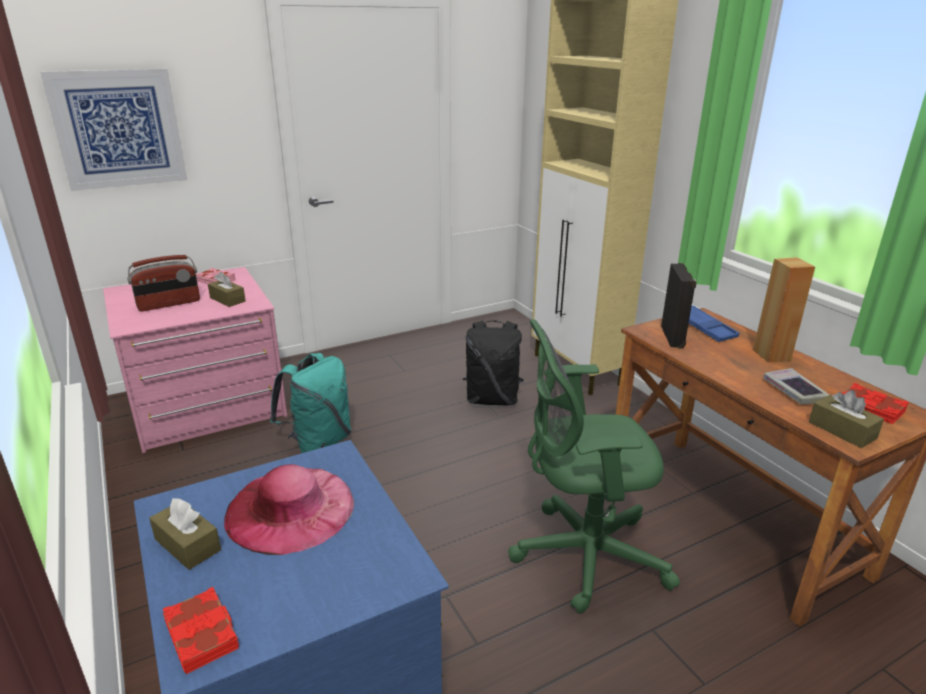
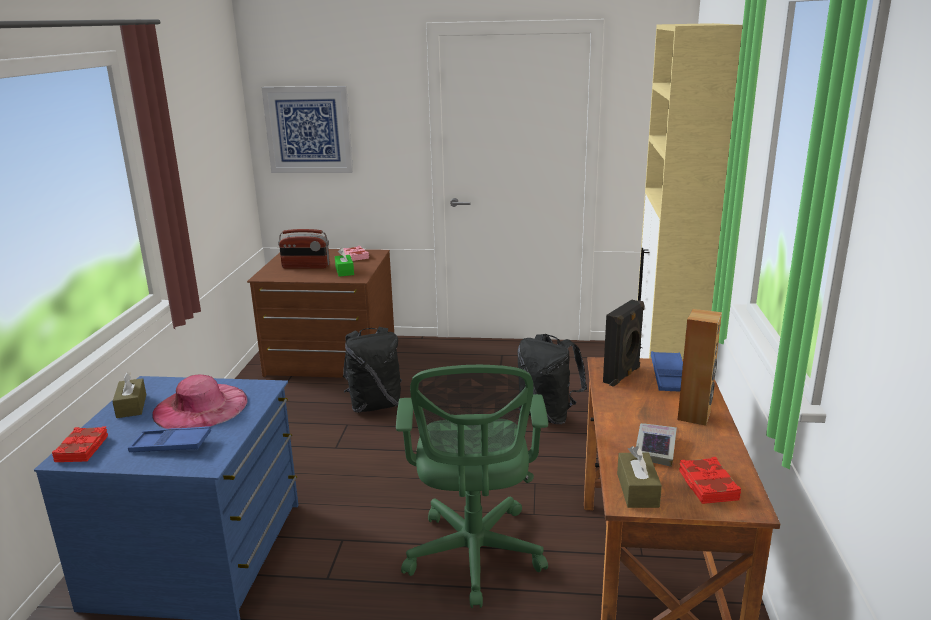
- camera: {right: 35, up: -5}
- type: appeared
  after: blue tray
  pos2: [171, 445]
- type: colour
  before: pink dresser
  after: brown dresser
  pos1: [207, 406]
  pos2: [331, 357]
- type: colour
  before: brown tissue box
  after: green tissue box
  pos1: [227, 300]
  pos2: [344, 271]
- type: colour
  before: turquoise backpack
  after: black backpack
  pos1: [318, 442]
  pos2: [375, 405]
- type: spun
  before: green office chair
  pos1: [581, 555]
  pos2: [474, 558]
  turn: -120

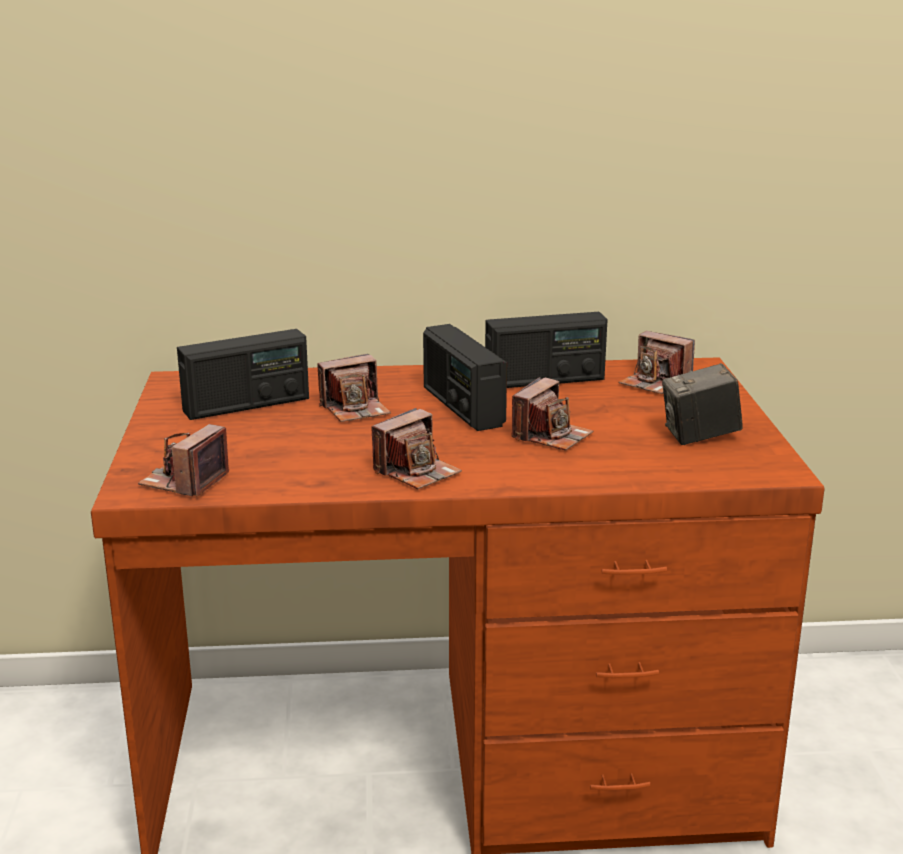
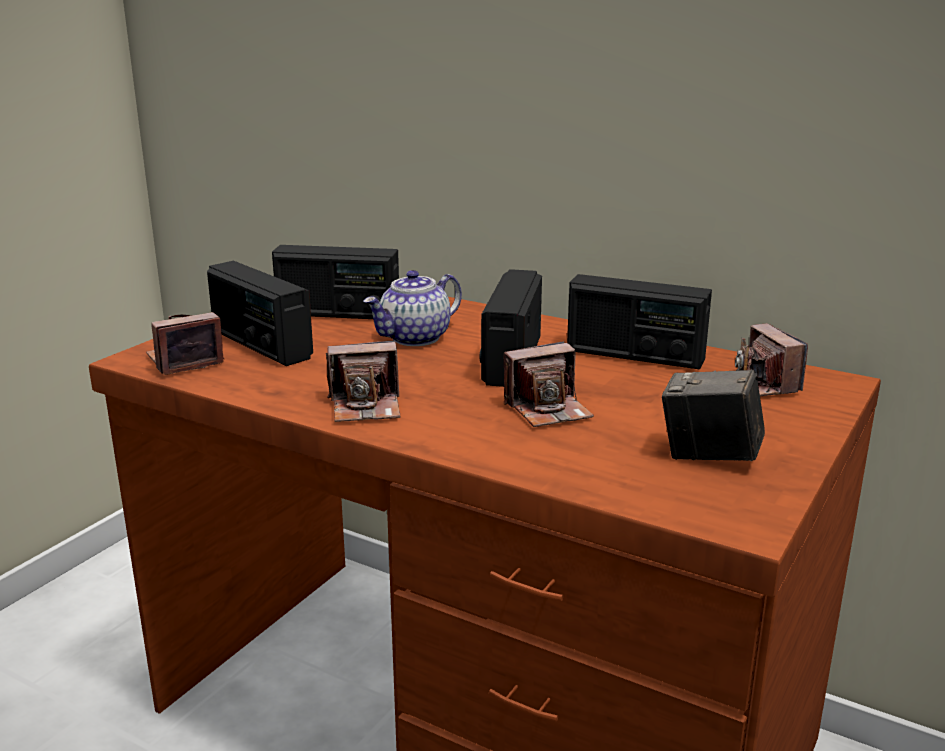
- camera: {right: 35, up: 0}
- type: appeared
  after: radio
  pos2: [260, 345]
- type: exchanged
  before: photo camera
  after: teapot
  pos1: [355, 409]
  pos2: [415, 338]

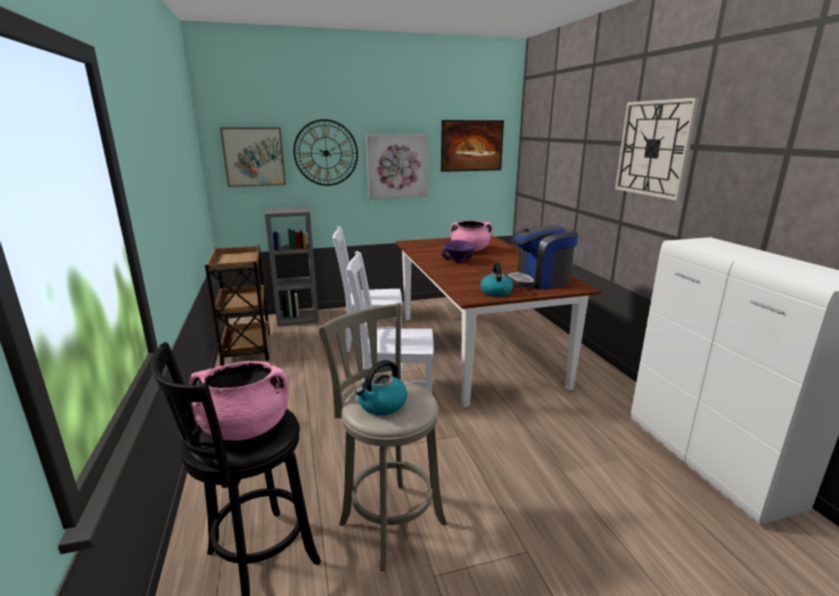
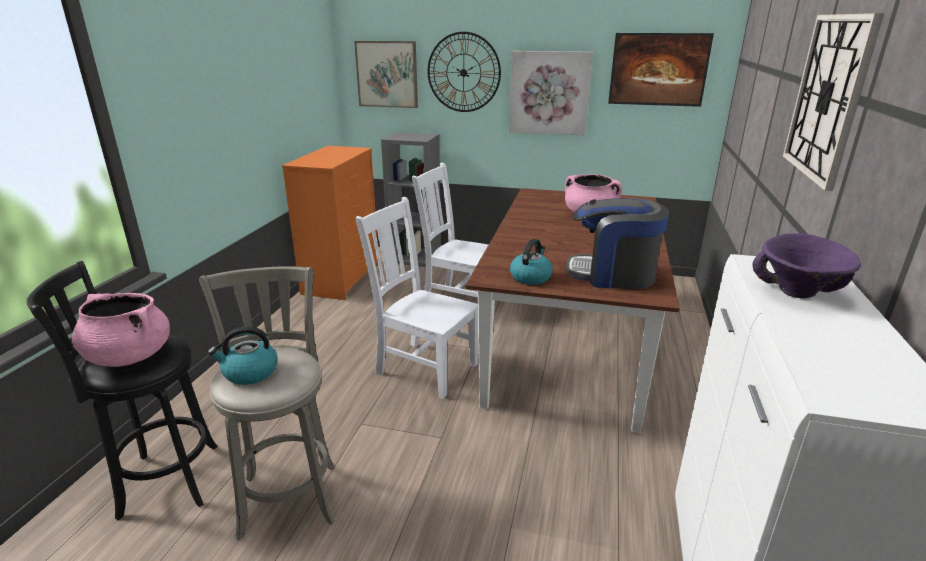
- camera: {right: 30, up: 5}
- type: relocated
  before: purple bowl
  pos1: [458, 261]
  pos2: [798, 293]
- type: exchanged
  before: brown cart
  after: orange dresser
  pos1: [247, 347]
  pos2: [342, 278]

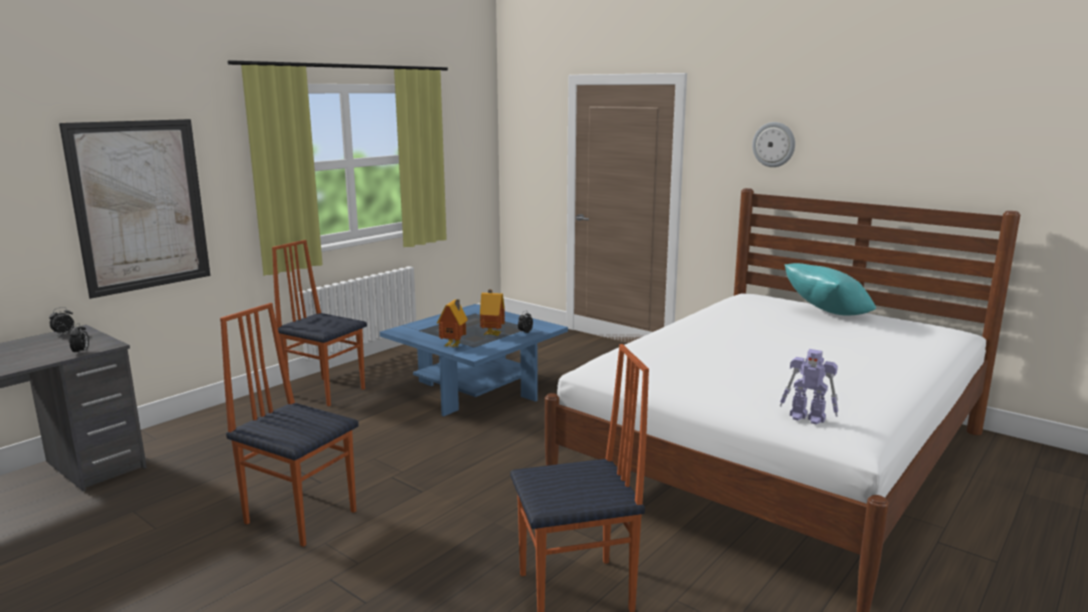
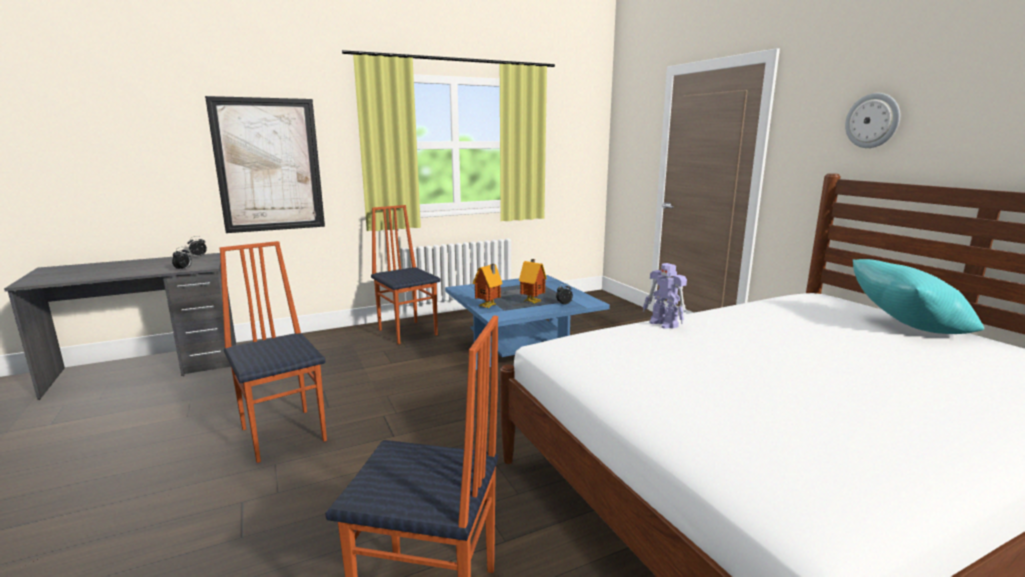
- camera: {right: 25, up: 0}
- type: relocated
  before: toy robot
  pos1: [808, 418]
  pos2: [664, 324]

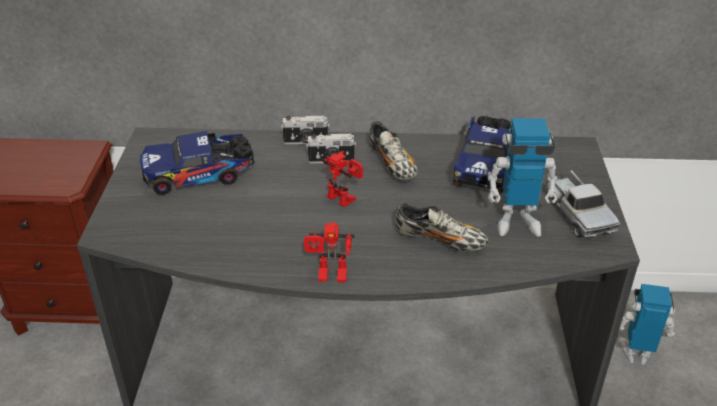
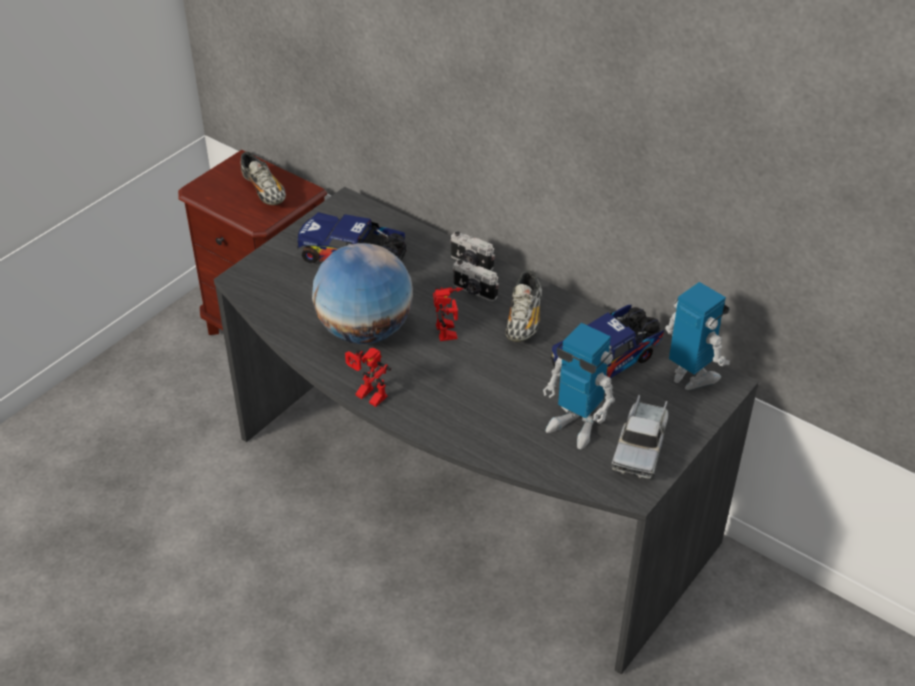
- camera: {right: 35, up: 5}
- type: appeared
  after: globe
  pos2: [364, 331]
- type: relocated
  before: shoe
  pos1: [440, 240]
  pos2: [264, 191]
- type: relocated
  before: toy robot
  pos1: [636, 353]
  pos2: [691, 377]

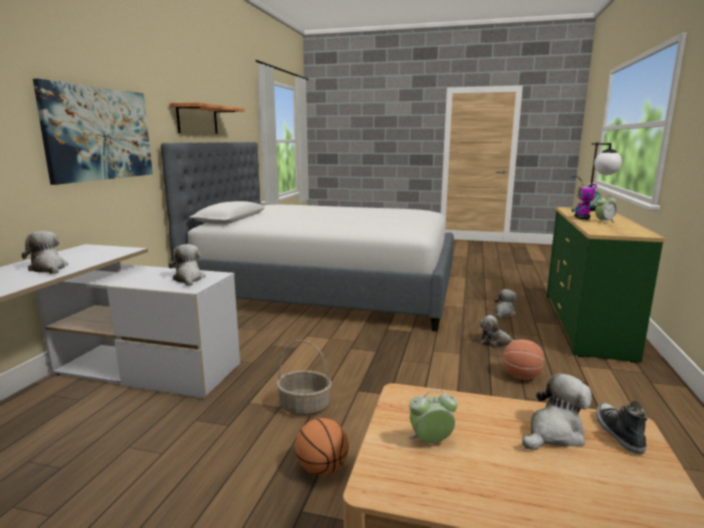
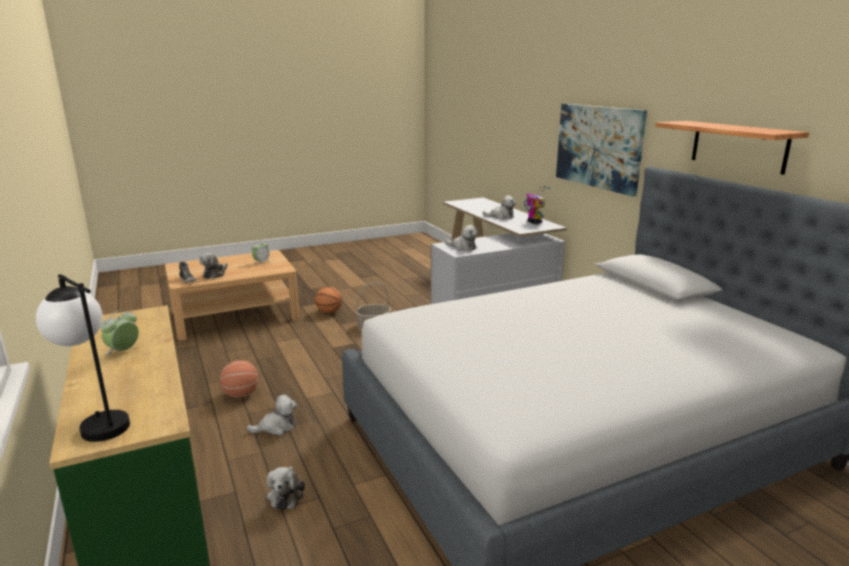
- camera: {right: 140, up: 5}
- type: relocated
  before: toy robot
  pos1: [582, 218]
  pos2: [534, 222]

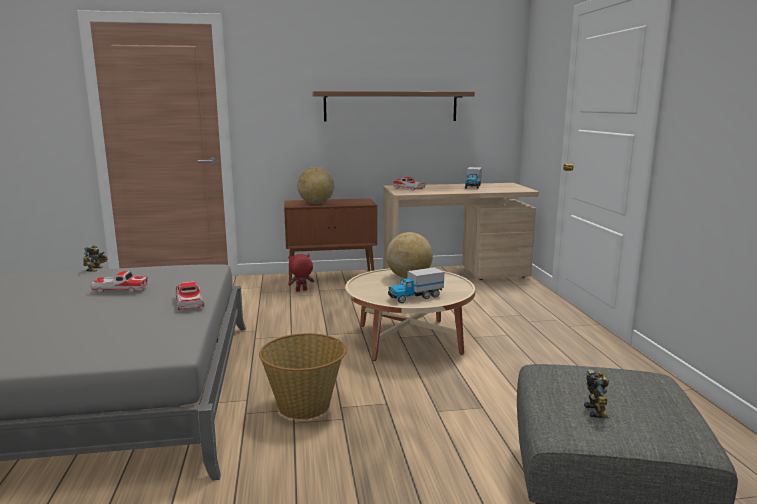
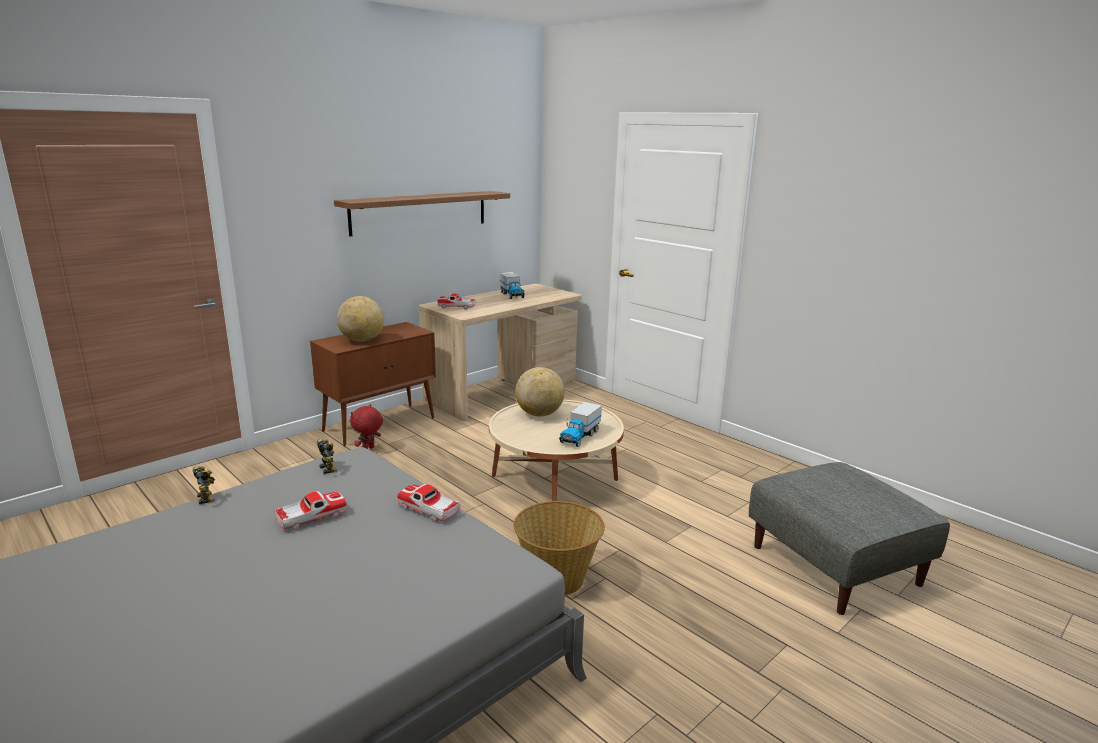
- camera: {right: -35, up: 5}
- type: relocated
  before: toy robot
  pos1: [598, 411]
  pos2: [329, 468]

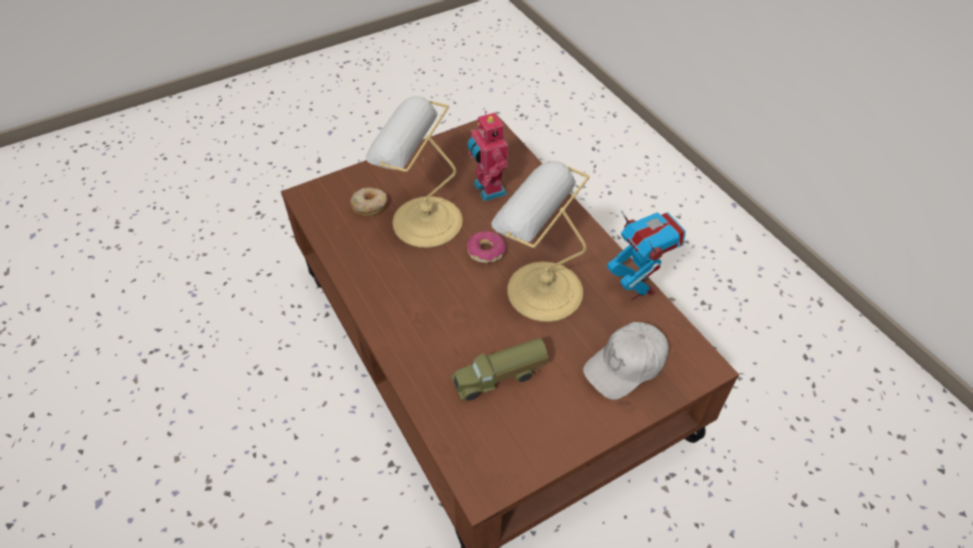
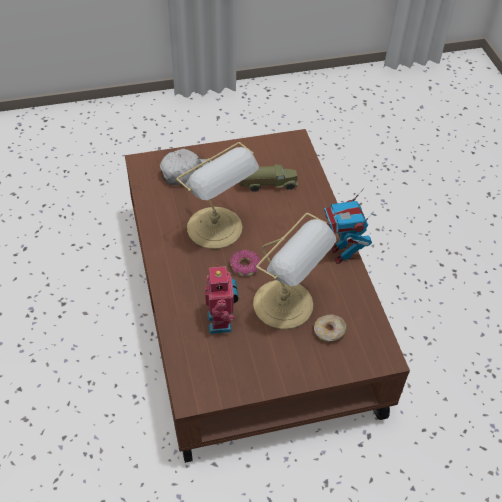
- camera: {right: -165, up: 0}
- type: relocated
  before: toy robot
  pos1: [636, 287]
  pos2: [342, 254]

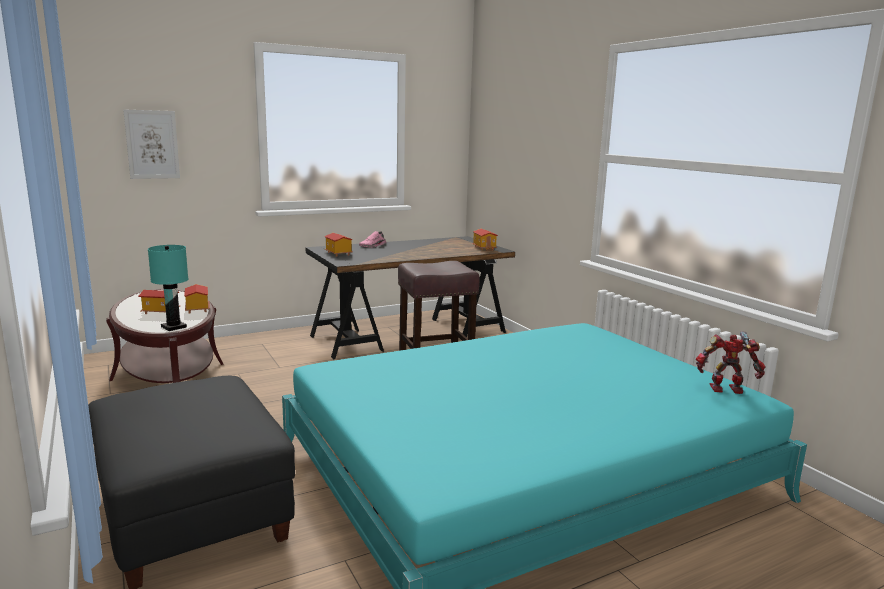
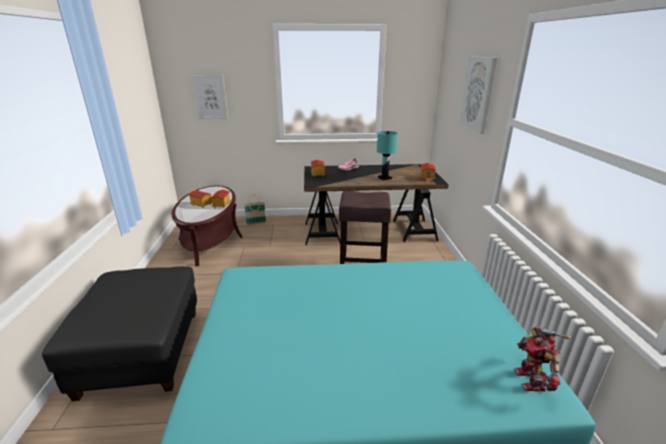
- camera: {right: 25, up: 10}
- type: appeared
  after: basket
  pos2: [256, 223]
- type: appeared
  after: picture
  pos2: [478, 94]
- type: relocated
  before: turquoise table lamp
  pos1: [174, 327]
  pos2: [385, 178]
- type: spun
  before: toy robot
  pos1: [726, 390]
  pos2: [531, 380]
  turn: -120

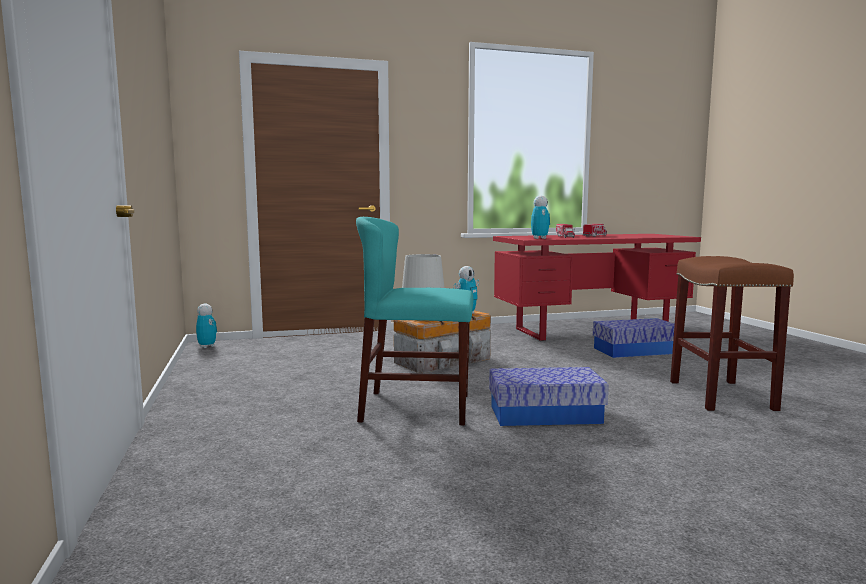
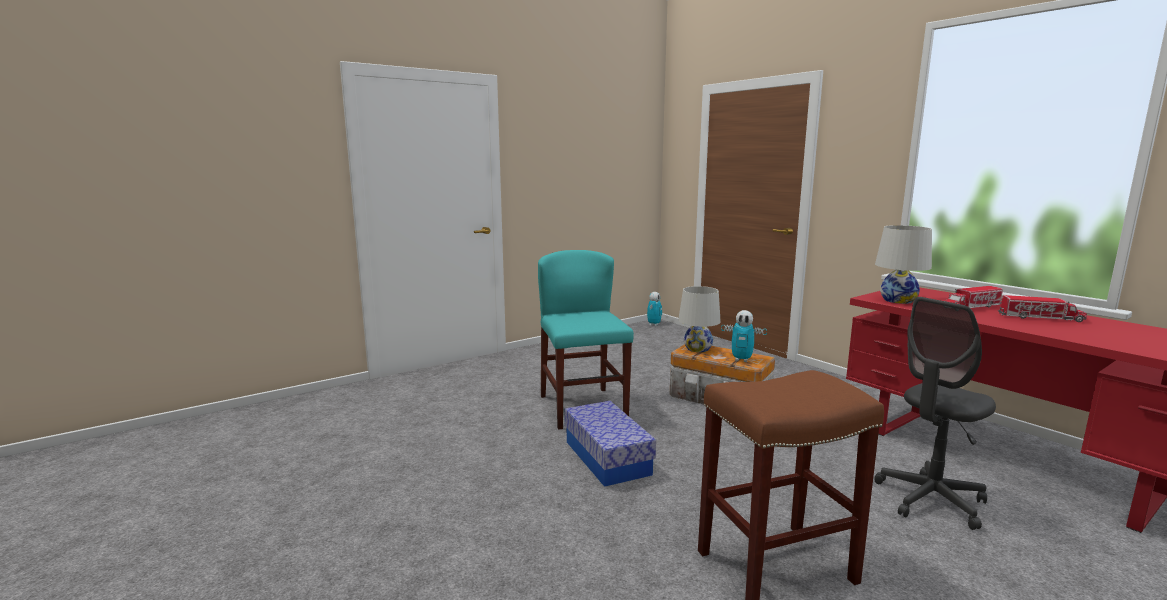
- camera: {right: 70, up: 5}
- type: exchanged
  before: toy robot
  after: white table lamp
  pos1: [539, 238]
  pos2: [898, 300]
- type: exchanged
  before: storage box
  after: grey office chair
  pos1: [634, 351]
  pos2: [930, 500]

